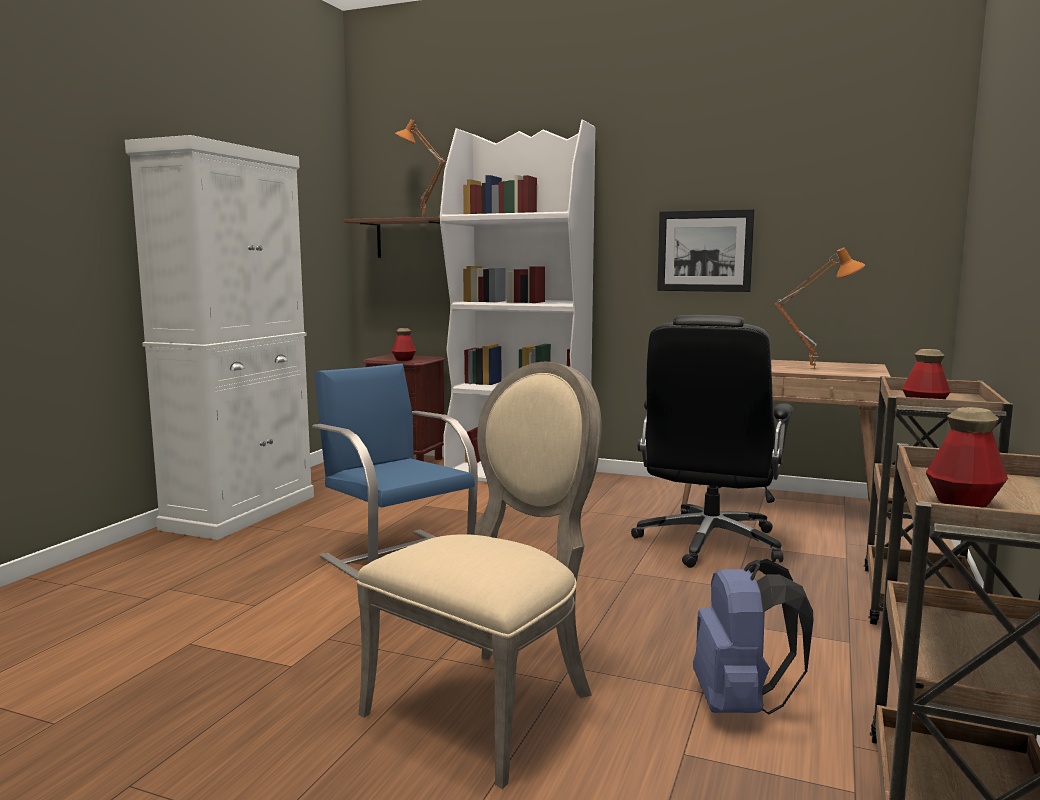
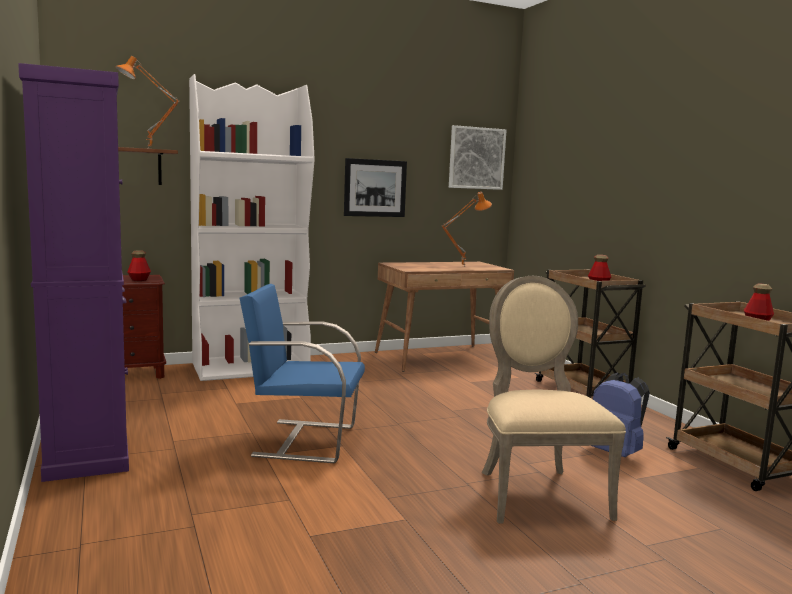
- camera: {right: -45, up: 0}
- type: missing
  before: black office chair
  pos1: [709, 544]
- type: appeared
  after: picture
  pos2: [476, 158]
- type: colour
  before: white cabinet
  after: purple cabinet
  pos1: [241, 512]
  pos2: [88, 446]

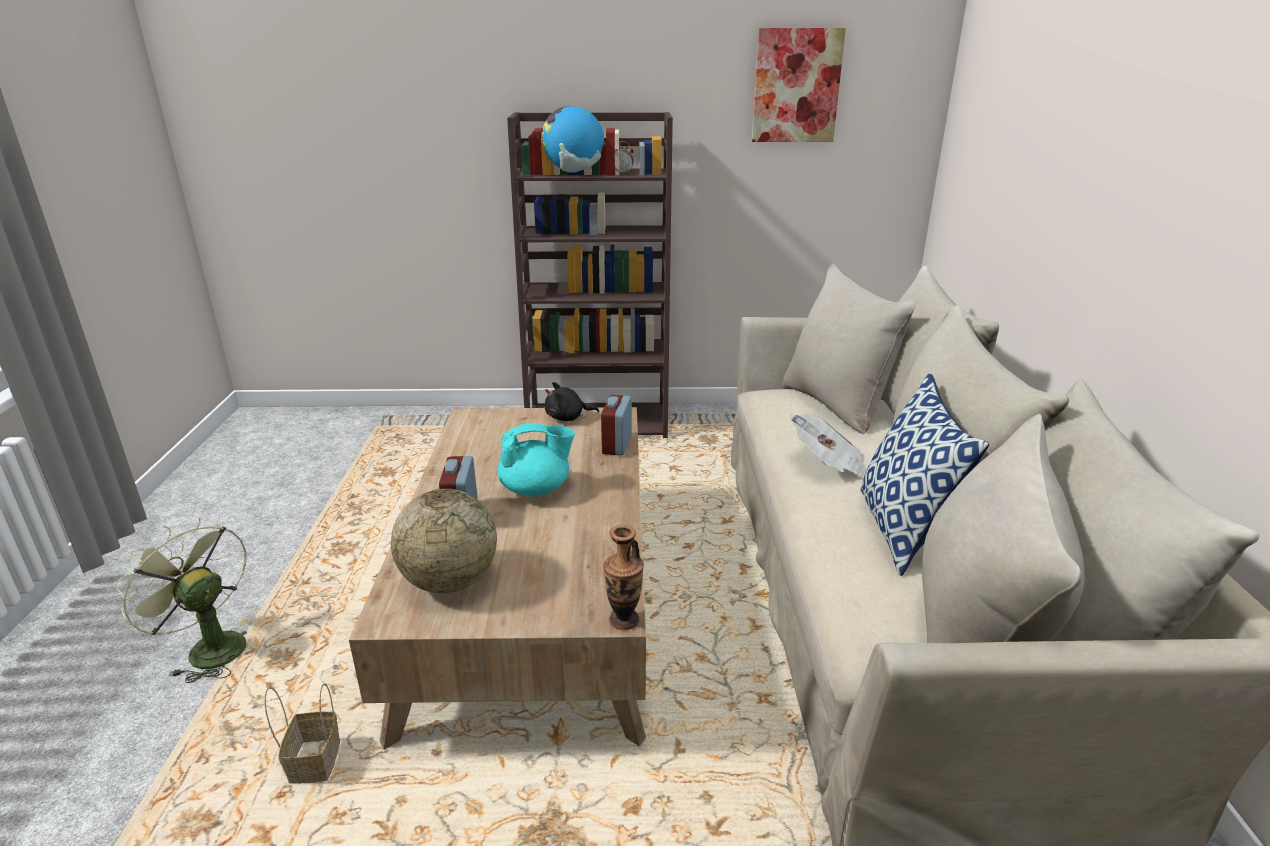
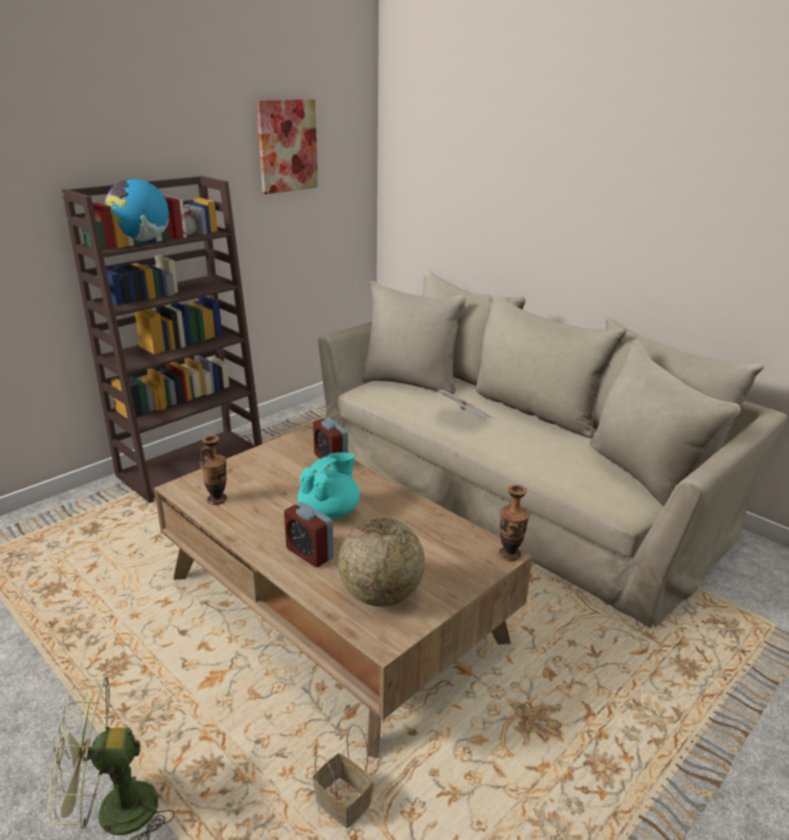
- camera: {right: -45, up: 0}
- type: missing
  before: black plush toy
  pos1: [567, 418]
- type: missing
  before: pillow
  pos1: [903, 530]
- type: appeared
  after: vase
  pos2: [217, 499]

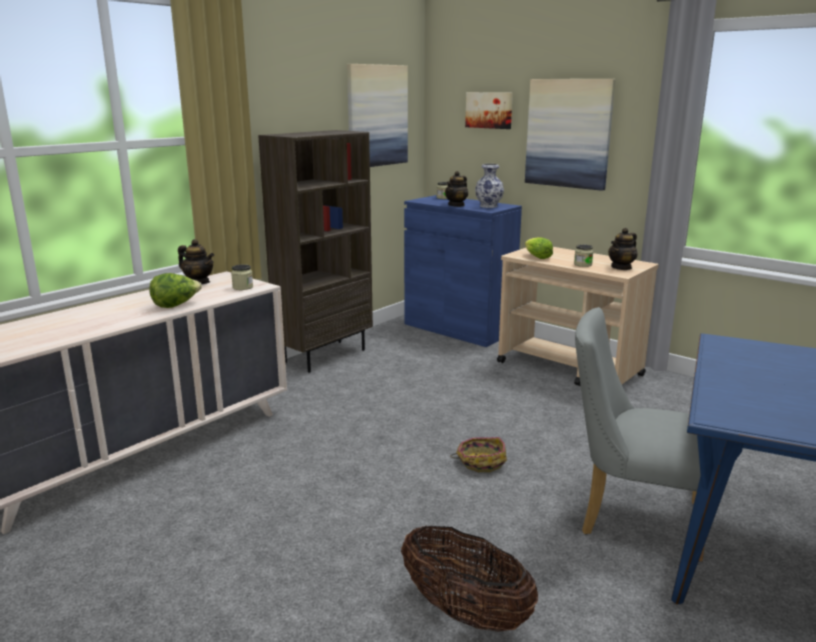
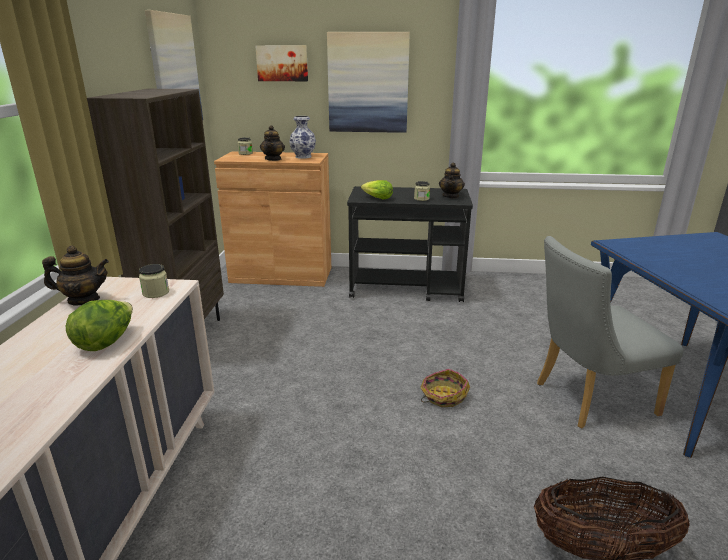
- camera: {right: -35, up: 5}
- type: colour
  before: blue cabinet
  after: brown cabinet
  pos1: [458, 328]
  pos2: [281, 275]
- type: colour
  before: beige cart
  after: black cart
  pos1: [570, 369]
  pos2: [407, 288]

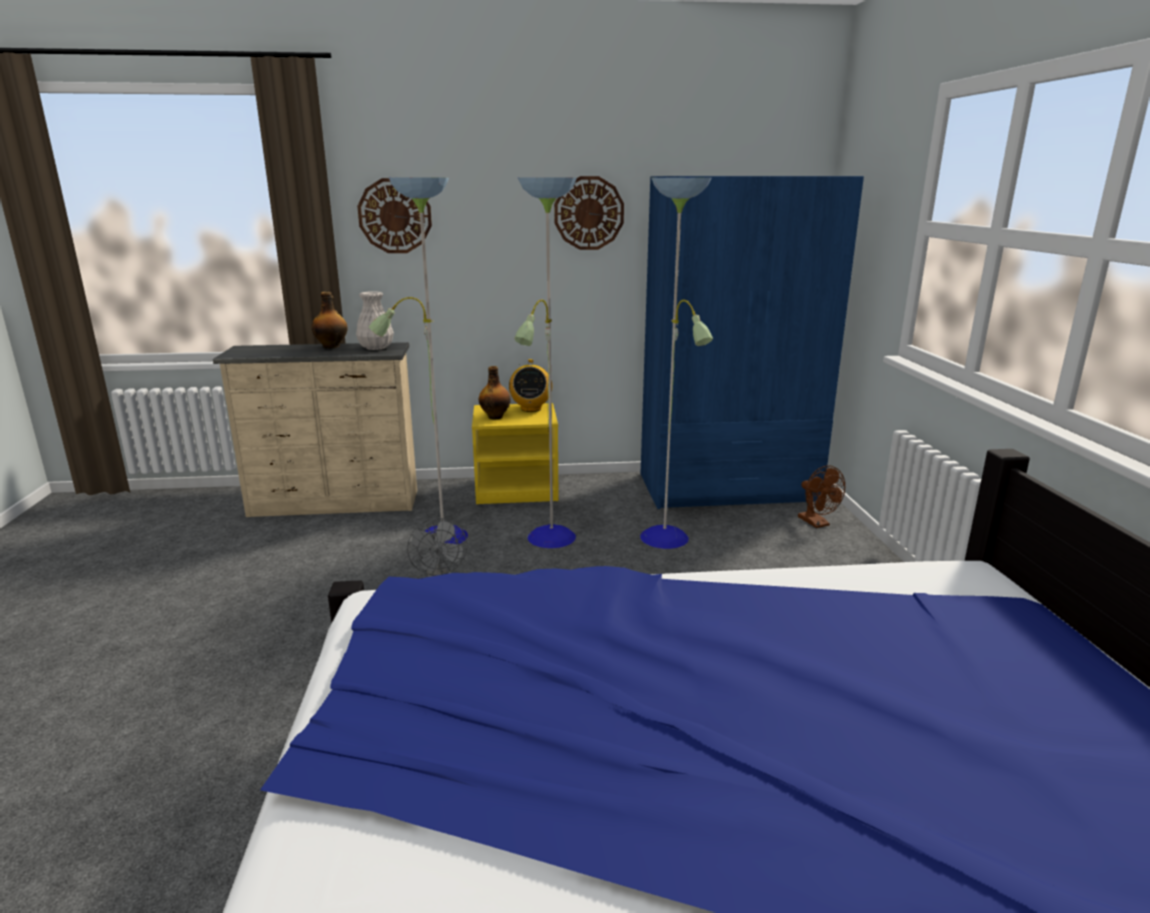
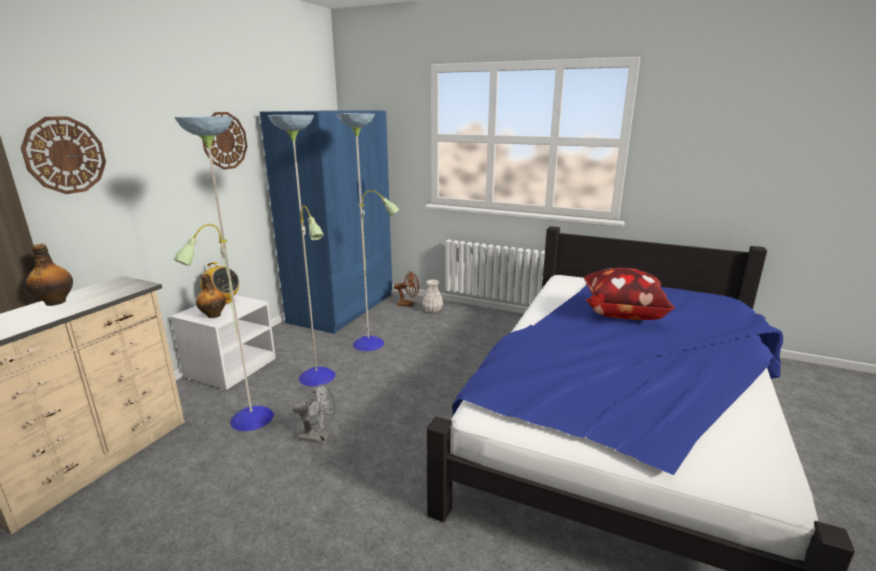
- camera: {right: -60, up: 0}
- type: appeared
  after: pillow
  pos2: [621, 313]
- type: relocated
  before: white vase
  pos1: [376, 348]
  pos2: [433, 310]
- type: colour
  before: yellow nightstand
  after: white nightstand
  pos1: [517, 489]
  pos2: [231, 367]

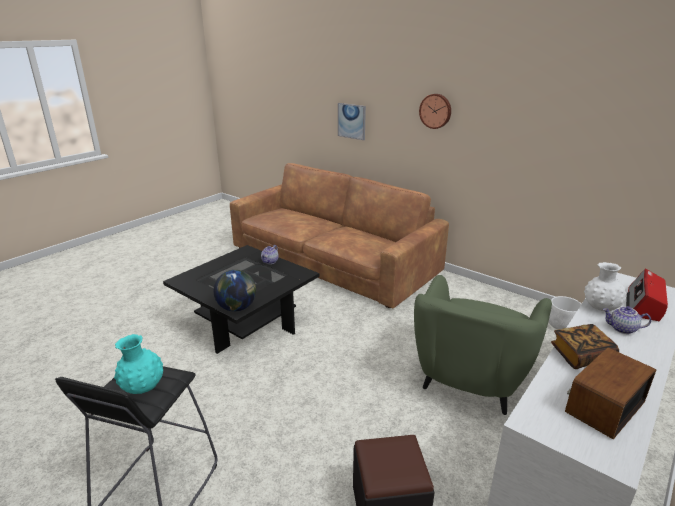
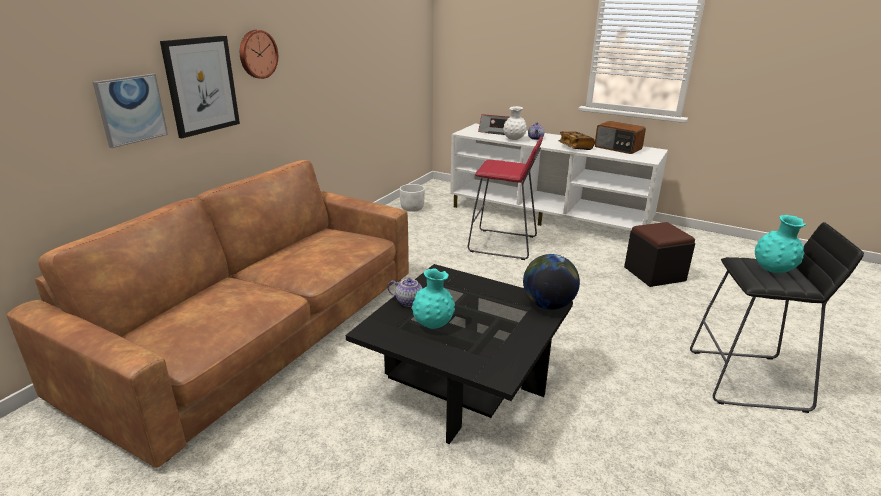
- camera: {right: -100, up: 0}
- type: appeared
  after: picture
  pos2: [201, 85]
- type: appeared
  after: turquoise vase
  pos2: [433, 324]
- type: exchanged
  before: green armchair
  after: red stool
  pos1: [470, 379]
  pos2: [503, 244]

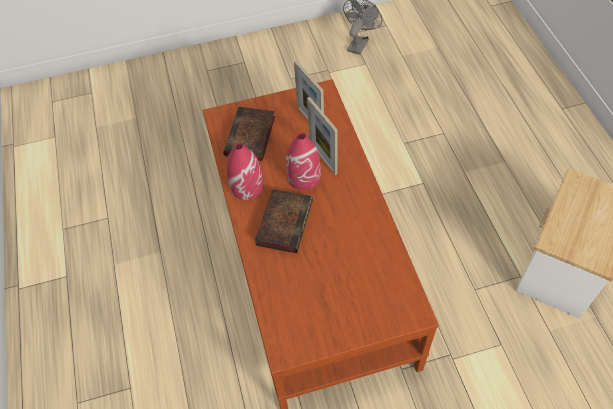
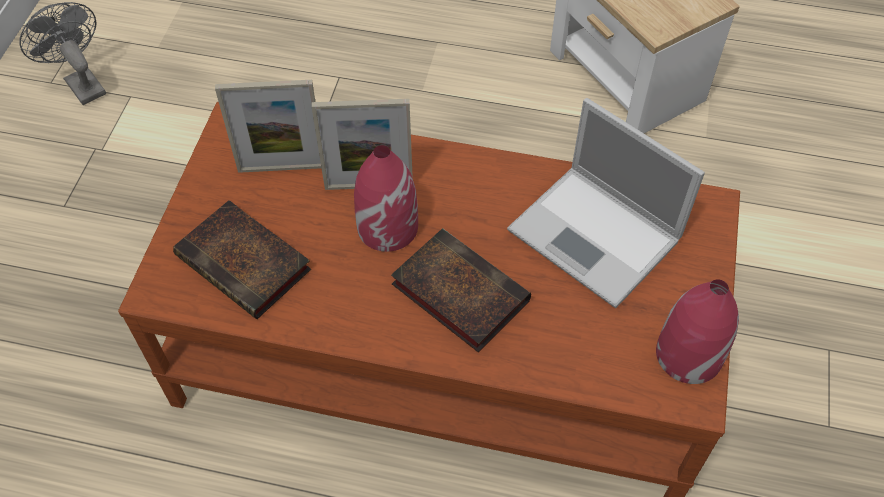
- camera: {right: -65, up: 0}
- type: appeared
  after: laptop
  pos2: [596, 236]
- type: relocated
  before: red vase
  pos1: [246, 186]
  pos2: [688, 354]

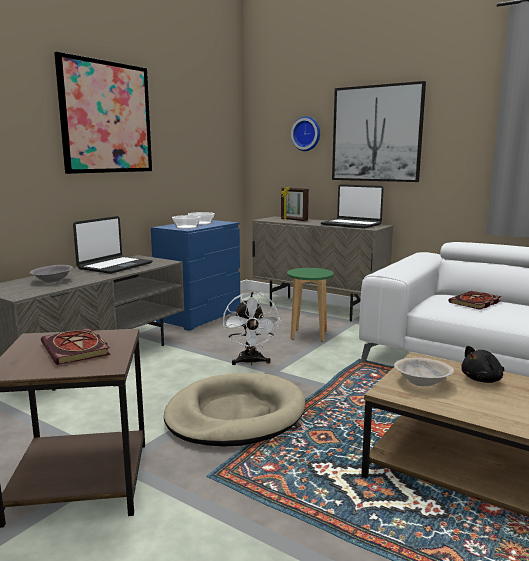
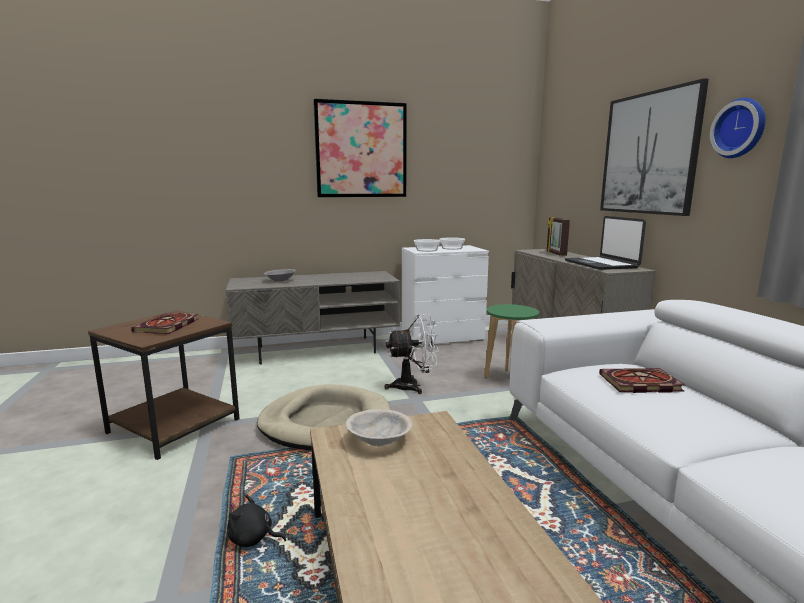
- camera: {right: 40, up: 0}
- type: missing
  before: laptop
  pos1: [115, 266]
- type: relocated
  before: wall clock
  pos1: [307, 134]
  pos2: [740, 128]
- type: relocated
  before: black plush toy
  pos1: [482, 380]
  pos2: [253, 539]
- type: colour
  before: blue dresser
  after: white dresser
  pos1: [199, 316]
  pos2: [442, 337]
- type: spun
  before: white fan
  pos1: [251, 362]
  pos2: [413, 386]
  turn: -135

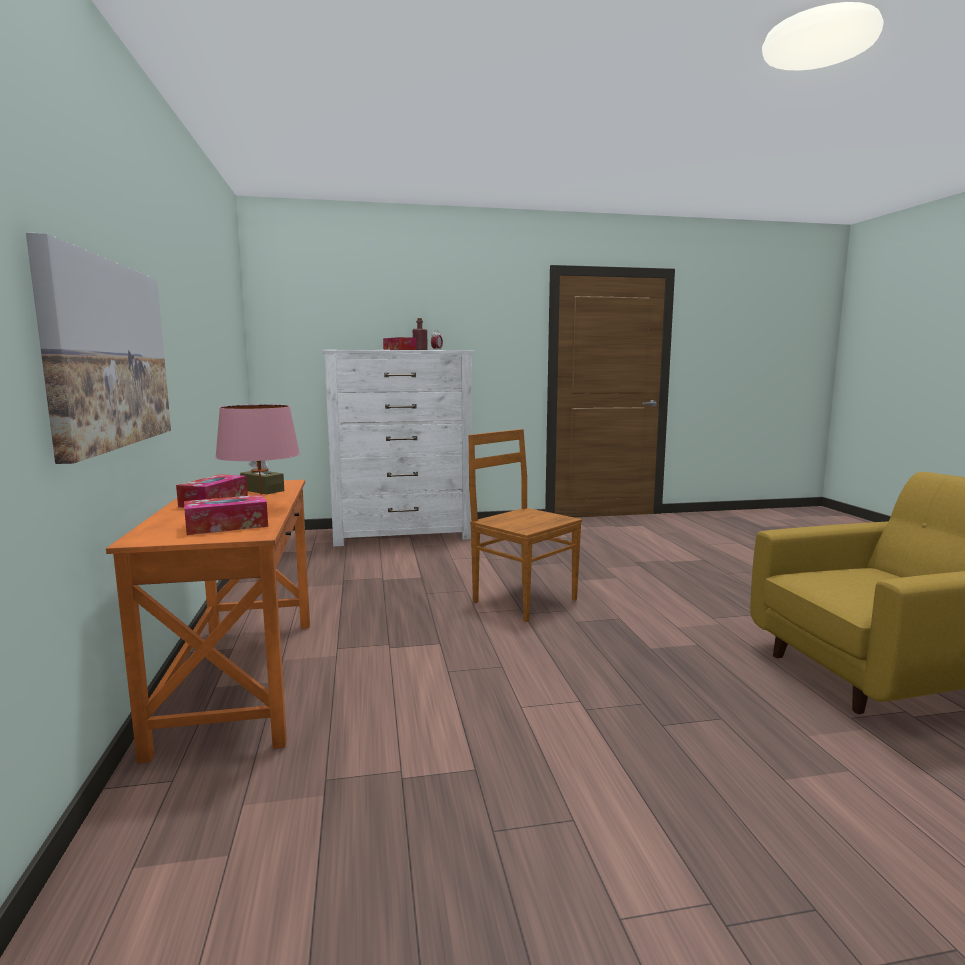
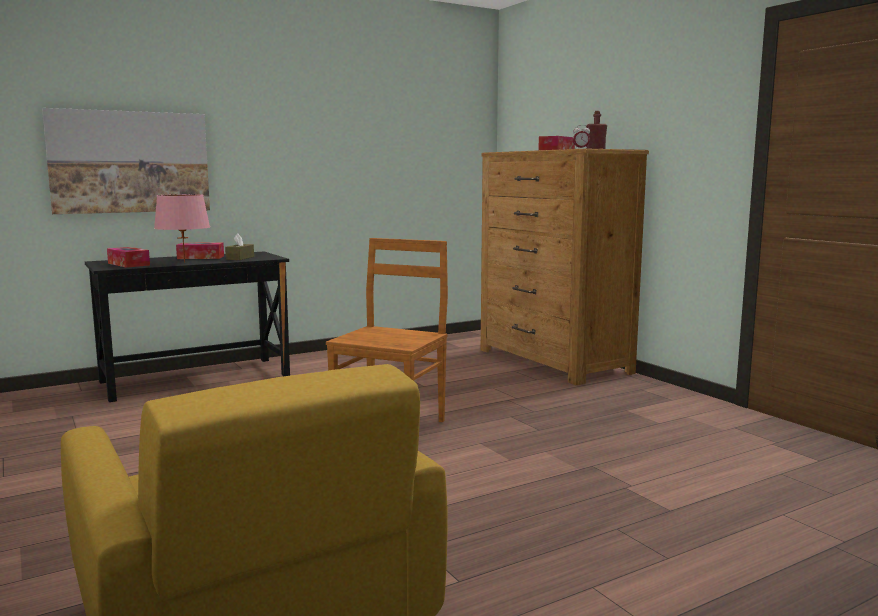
- camera: {right: 70, up: 0}
- type: colour
  before: orange desk
  after: black desk
  pos1: [240, 680]
  pos2: [196, 378]
- type: colour
  before: white dresser
  after: brown dresser
  pos1: [402, 534]
  pos2: [553, 361]

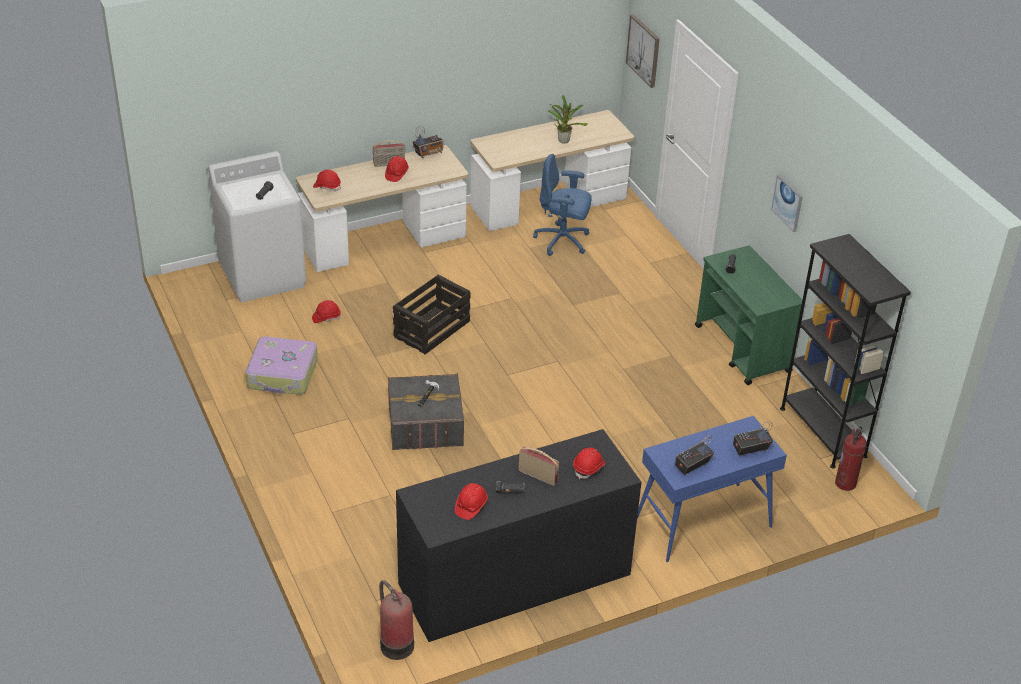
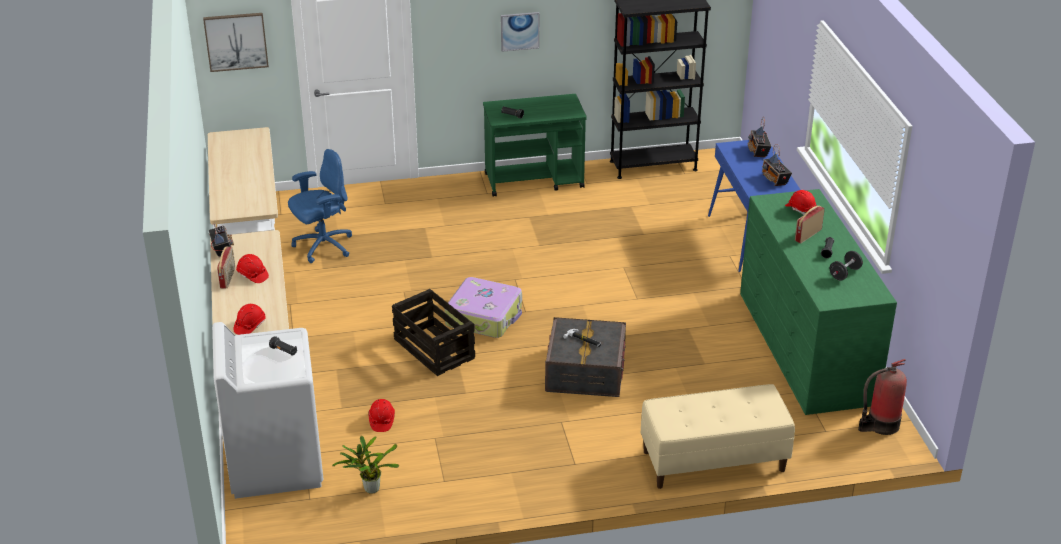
- camera: {right: -75, up: -5}
- type: missing
  before: fire extinguisher
  pos1: [845, 483]
- type: appeared
  after: beige bench
  pos2: [713, 461]
- type: relocated
  before: suitcase
  pos1: [283, 374]
  pos2: [485, 316]
- type: relocated
  before: potted plant
  pos1: [563, 140]
  pos2: [369, 488]
- type: exchanged
  before: red hard hat
  after: black dumbbell
  pos1: [470, 506]
  pos2: [844, 273]
- type: colour
  before: black dresser
  after: green dresser
  pos1: [514, 579]
  pos2: [805, 347]
- type: spun
  before: blue office chair
  pos1: [563, 241]
  pos2: [322, 246]
  turn: -150

